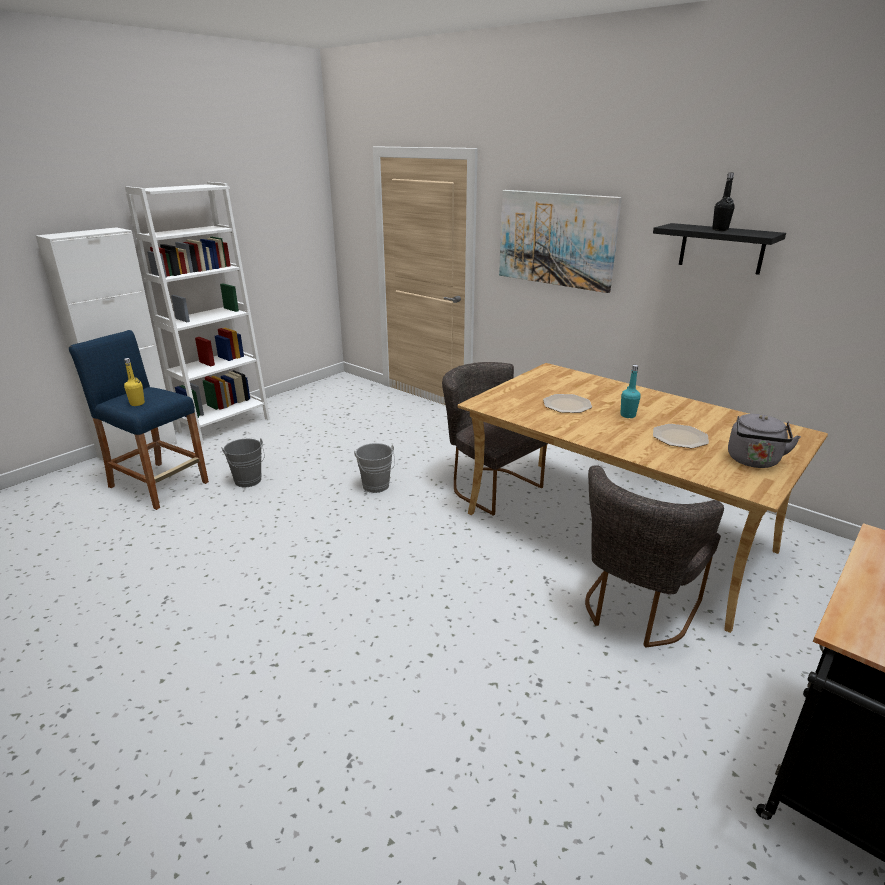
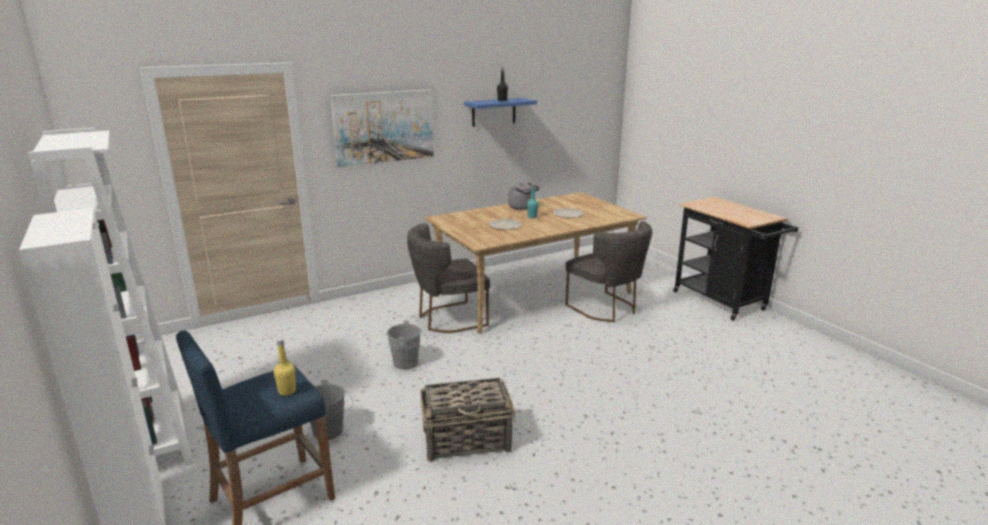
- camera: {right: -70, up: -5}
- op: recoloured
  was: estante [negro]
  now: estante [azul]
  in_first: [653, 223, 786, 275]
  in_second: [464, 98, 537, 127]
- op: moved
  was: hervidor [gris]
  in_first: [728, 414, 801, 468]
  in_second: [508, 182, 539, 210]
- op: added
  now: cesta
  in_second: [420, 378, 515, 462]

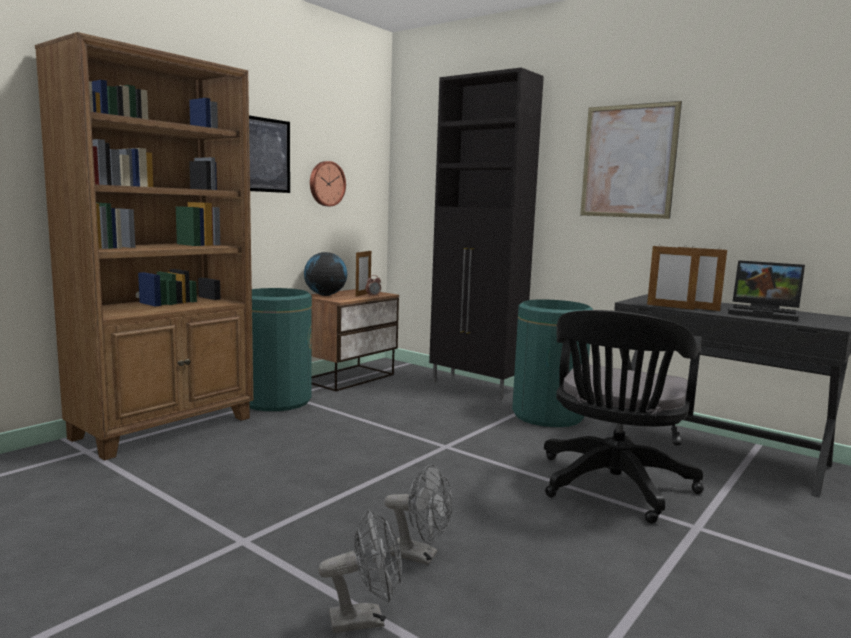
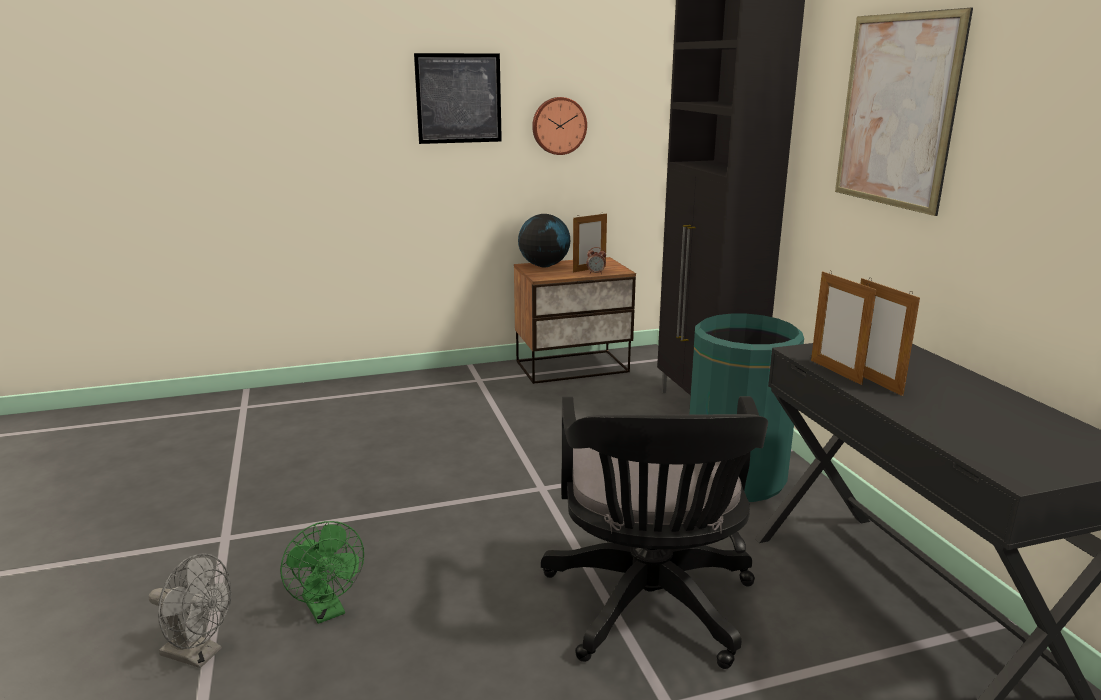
- camera: {right: 35, up: 10}
- op: removed
  was: estantería [marrón]
  in_first: [35, 32, 253, 460]
- op: removed
  was: portátil
  in_first: [728, 260, 805, 321]
- op: removed
  was: papelera [verde]
  in_first: [249, 288, 312, 411]
- op: turned
  was: silla de oficina [negro]
  in_first: [544, 310, 704, 524]
  in_second: [541, 396, 768, 669]
  clockwise: -60
- op: recoloured
  was: ventilador [gris]
  now: ventilador [verde]
  in_first: [384, 464, 452, 565]
  in_second: [280, 521, 364, 624]

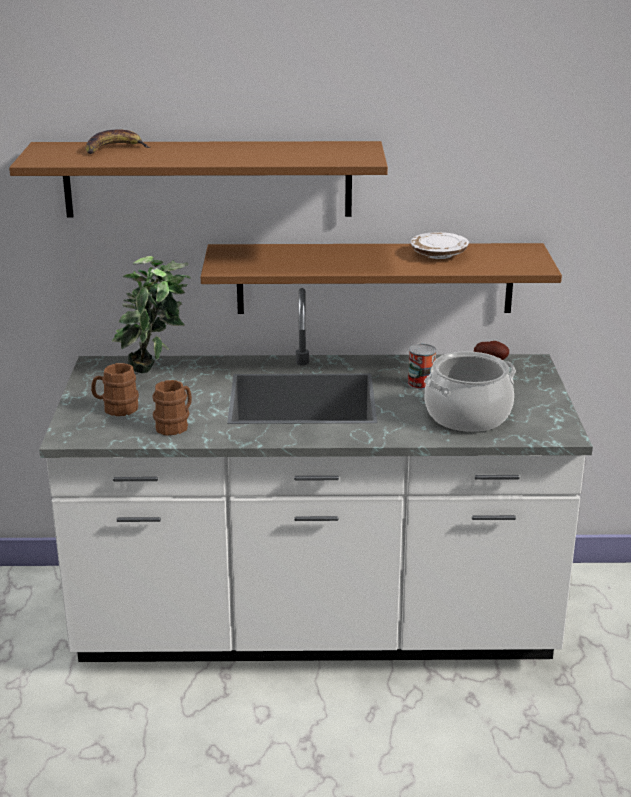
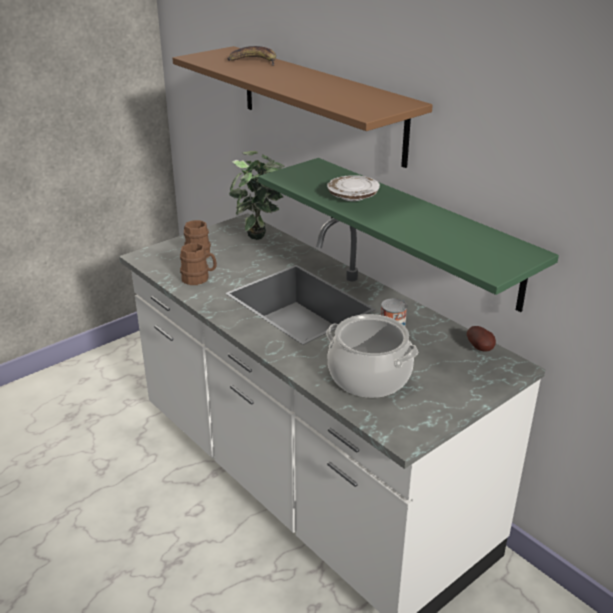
- camera: {right: 50, up: 5}
- op: moved
  was: plato [blanco]
  in_first: [411, 232, 469, 259]
  in_second: [327, 175, 380, 201]
- op: recoloured
  was: estante [marrón]
  now: estante [verde]
  in_first: [201, 243, 562, 314]
  in_second: [258, 158, 559, 312]

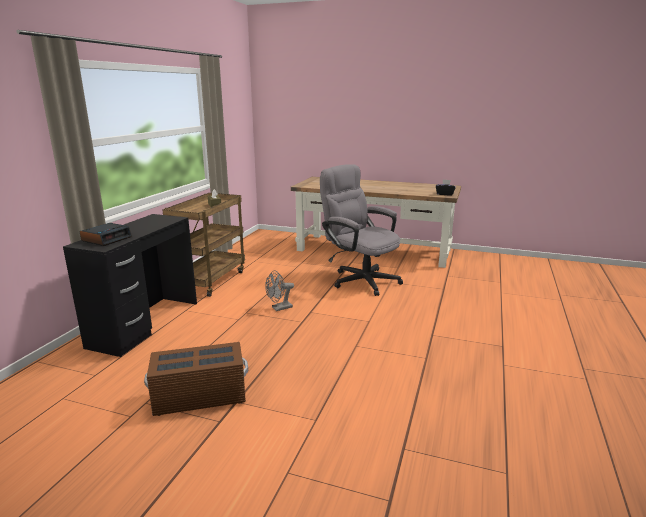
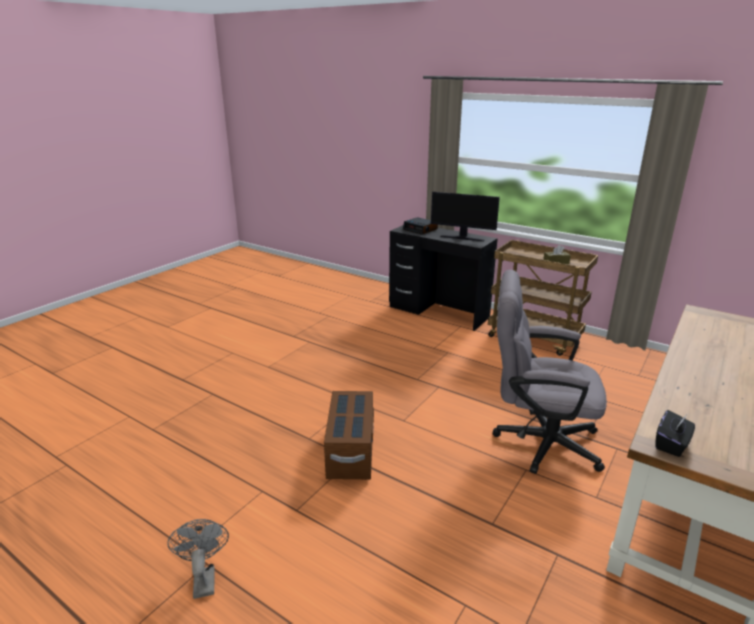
- camera: {right: 105, up: 5}
- op: turned
  was: silla de oficina [gris]
  in_first: [320, 164, 403, 296]
  in_second: [493, 270, 607, 474]
  clockwise: -135
- op: moved
  was: ventilador [gris]
  in_first: [265, 270, 294, 311]
  in_second: [167, 519, 229, 599]
- op: moved
  was: caja de almacenaje [marrón]
  in_first: [144, 342, 248, 416]
  in_second: [324, 391, 374, 480]
- op: added
  now: monitor
  in_second: [431, 192, 500, 241]

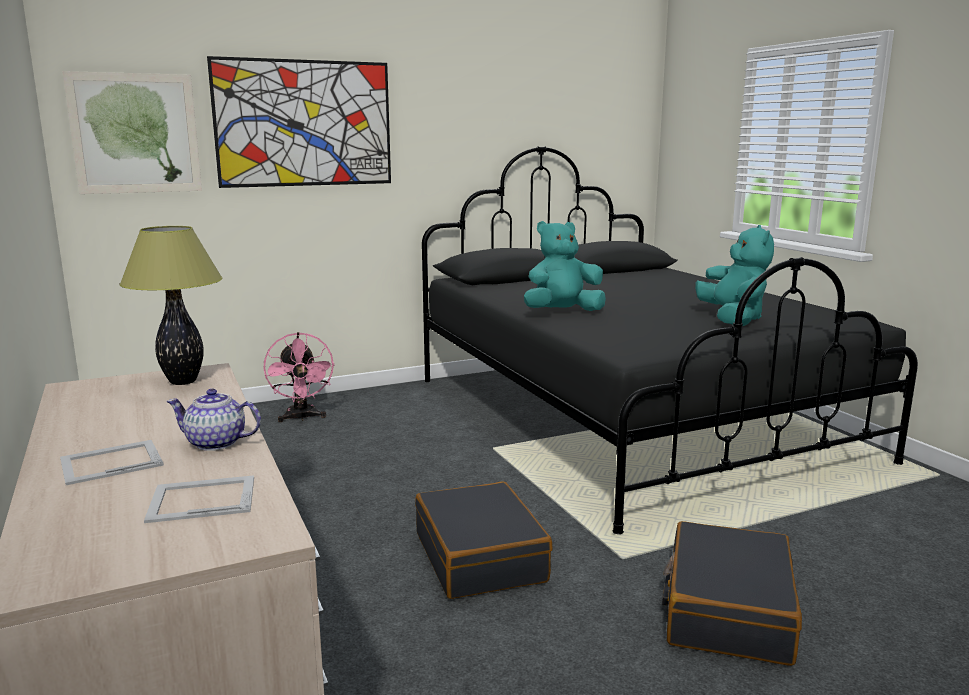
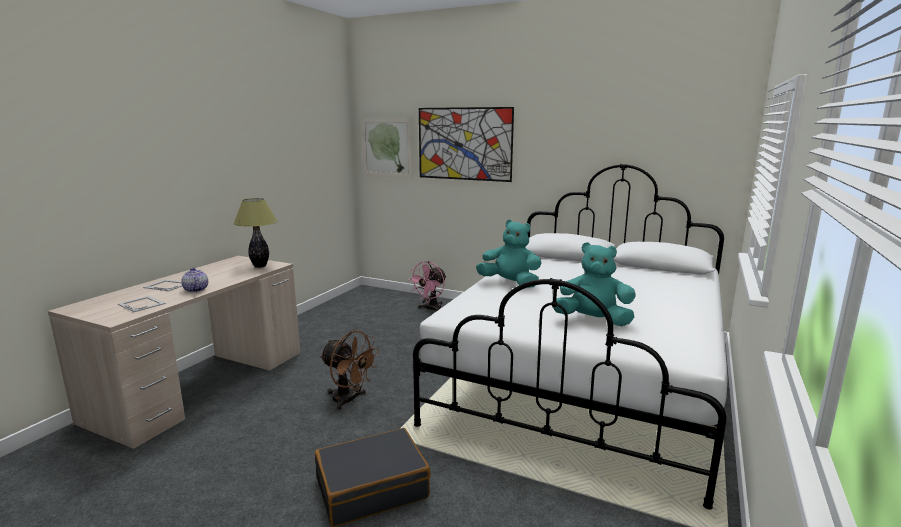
- camera: {right: 50, up: 0}
- op: recoloured
  was: cama [negro]
  now: cama [blanco]
  in_first: [422, 146, 918, 534]
  in_second: [413, 164, 727, 510]
- op: turned
  was: peluche [turquesa]
  in_first: [695, 225, 774, 326]
  in_second: [552, 242, 636, 326]
  clockwise: -120
- op: replaced
  was: maleta [negro]
  now: ventilador [marrón]
  in_first: [415, 482, 553, 599]
  in_second: [320, 331, 379, 410]

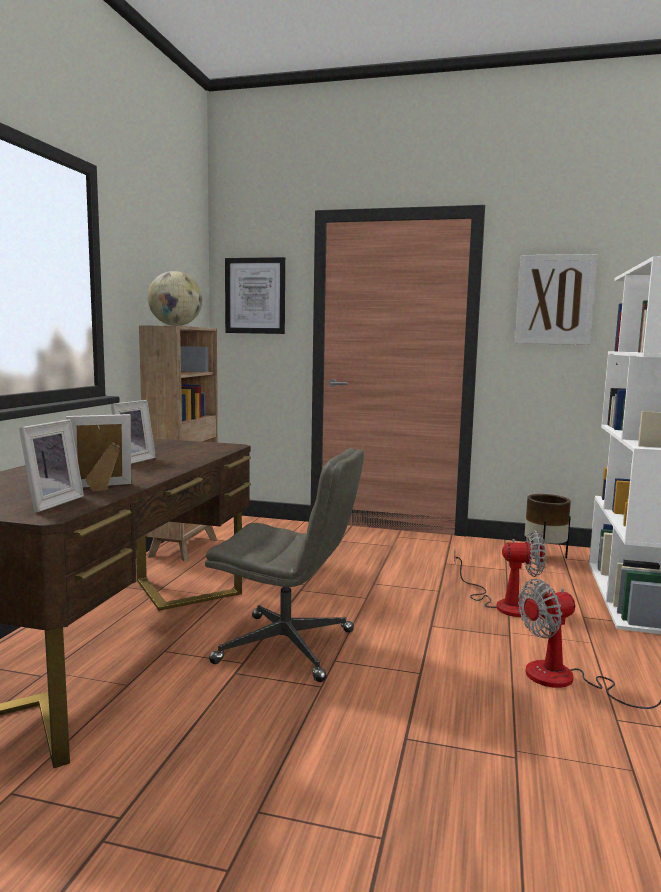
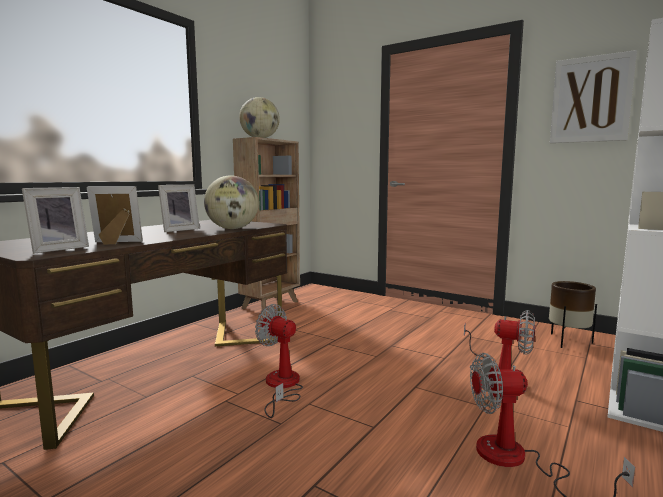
- camera: {right: 20, up: 0}
- op: removed
  was: cuadro
  in_first: [225, 257, 285, 334]
- op: replaced
  was: silla de oficina [gris]
  now: ventilador
  in_first: [205, 448, 364, 682]
  in_second: [255, 304, 303, 418]
- op: added
  now: globo terráqueo
  in_second: [204, 175, 259, 229]

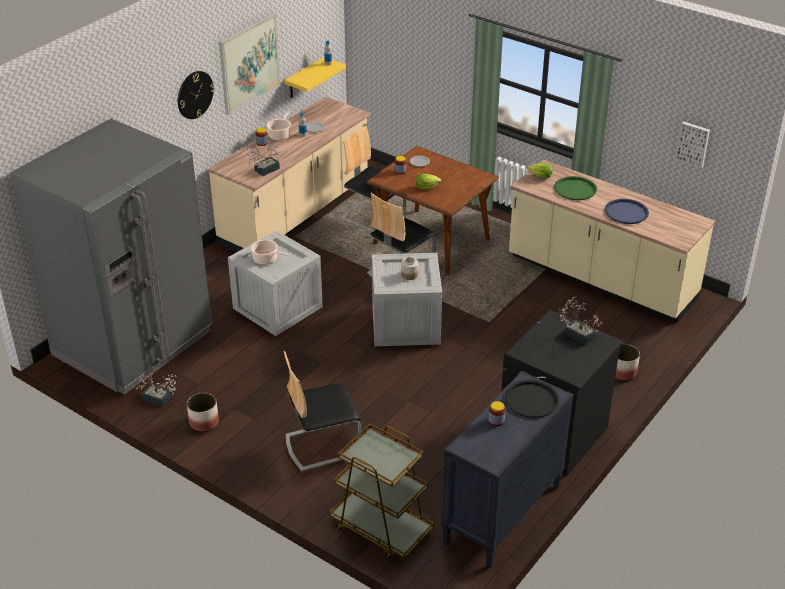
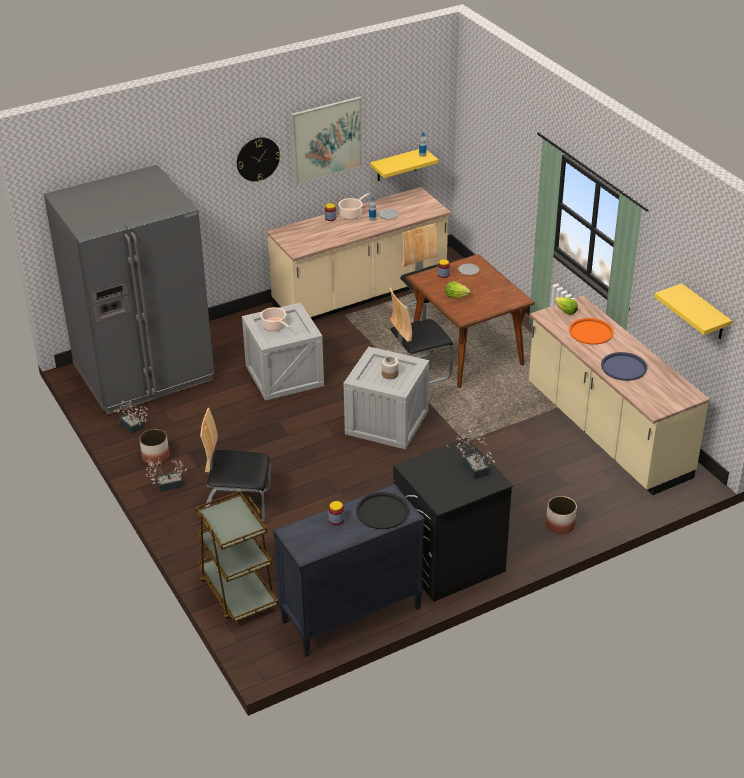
- camera: {right: 25, up: 0}
- op: replaced
  was: cuadro
  now: estante [amarillo]
  in_first: [676, 122, 710, 168]
  in_second: [654, 284, 732, 339]
- op: moved
  was: planta en maceta
  in_first: [247, 144, 280, 176]
  in_second: [146, 458, 187, 492]
- op: recoloured
  was: bandeja [verde]
  now: bandeja [naranja]
  in_first: [554, 176, 597, 200]
  in_second: [569, 318, 614, 345]

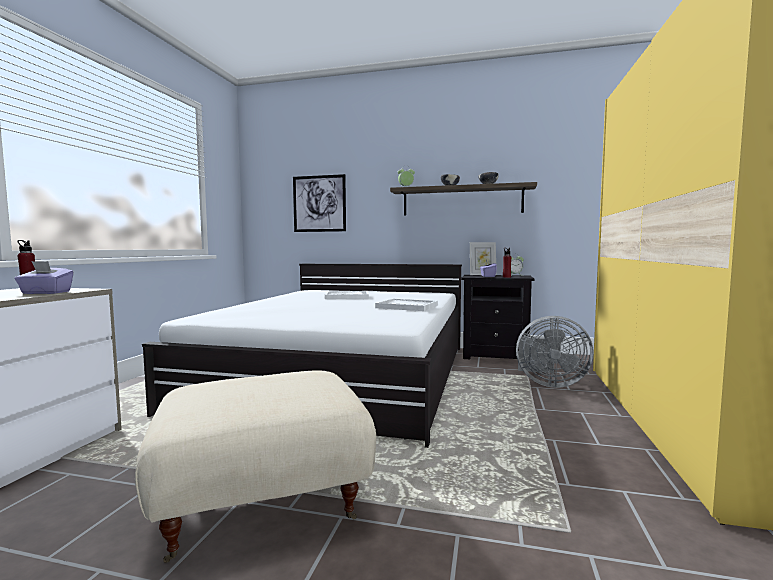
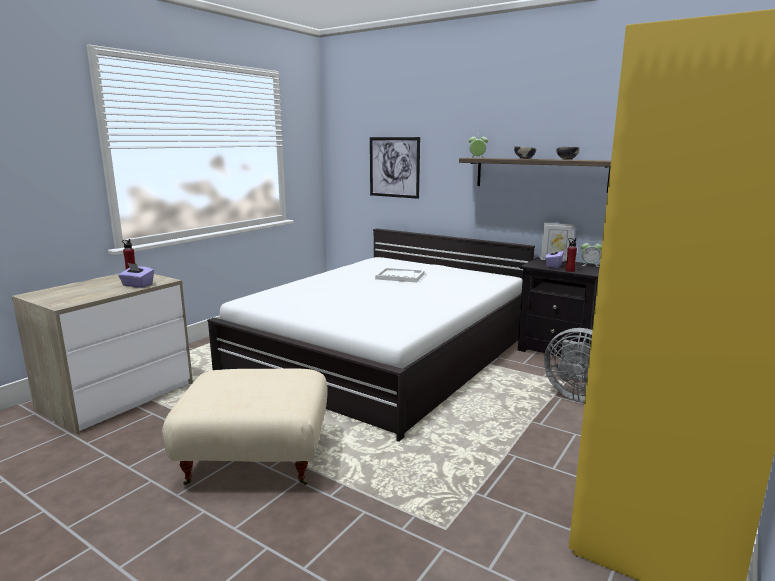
- camera: {right: 20, up: 10}
- op: removed
  was: bandeja [blanco]
  in_first: [375, 298, 438, 311]

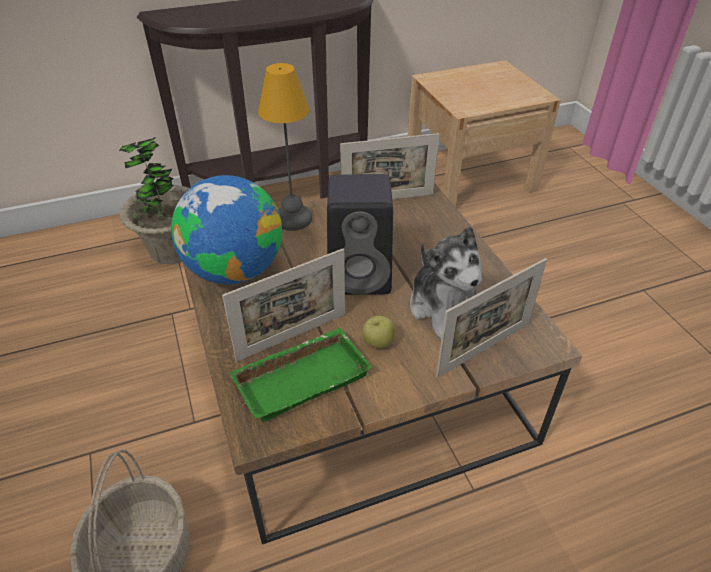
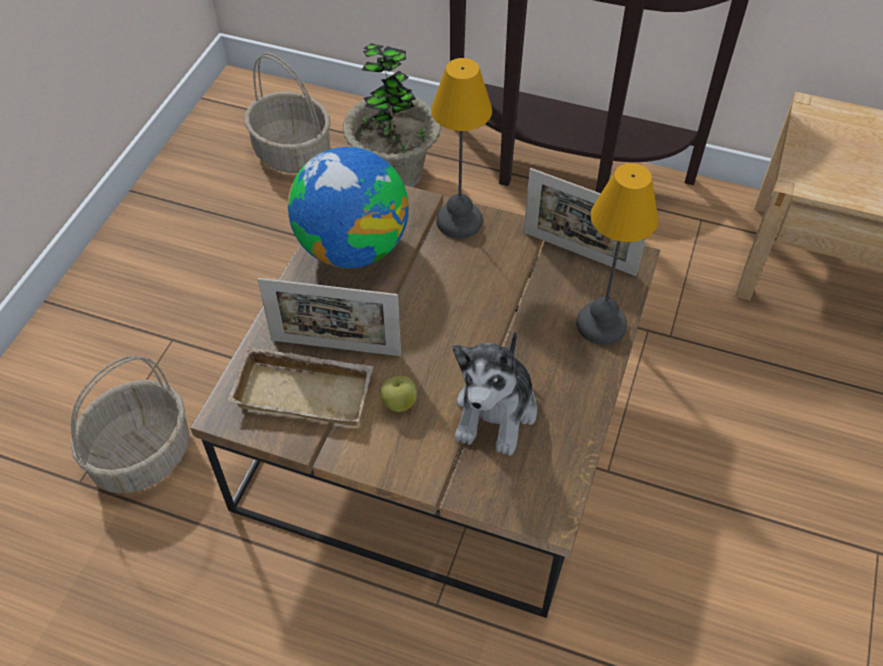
- camera: {right: 40, up: 10}
- op: removed
  was: altavoz [negro]
  in_first: [327, 174, 393, 295]
- op: removed
  was: portarretratos
  in_first: [436, 258, 547, 378]
- op: recoloured
  was: bandeja [verde]
  now: bandeja [beis]
  in_first: [229, 328, 372, 422]
  in_second: [228, 347, 374, 426]
- op: added
  now: cesta
  in_second: [245, 53, 331, 173]
- op: added
  now: lámpara de mesa
  in_second: [576, 163, 658, 345]

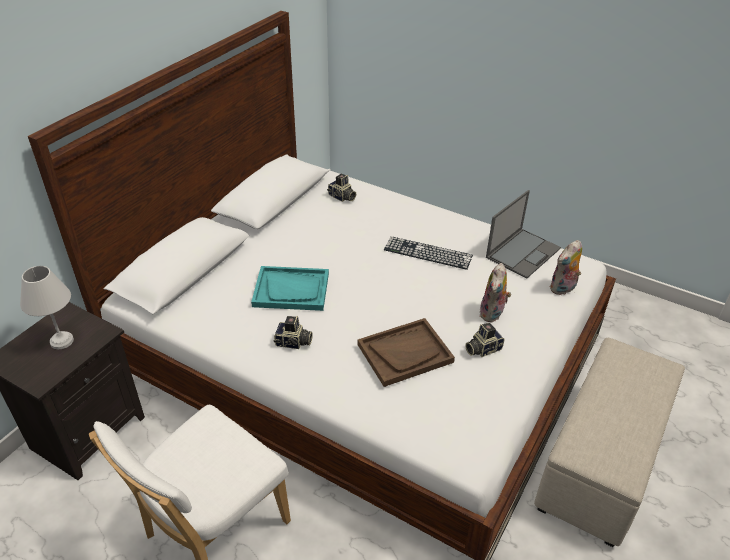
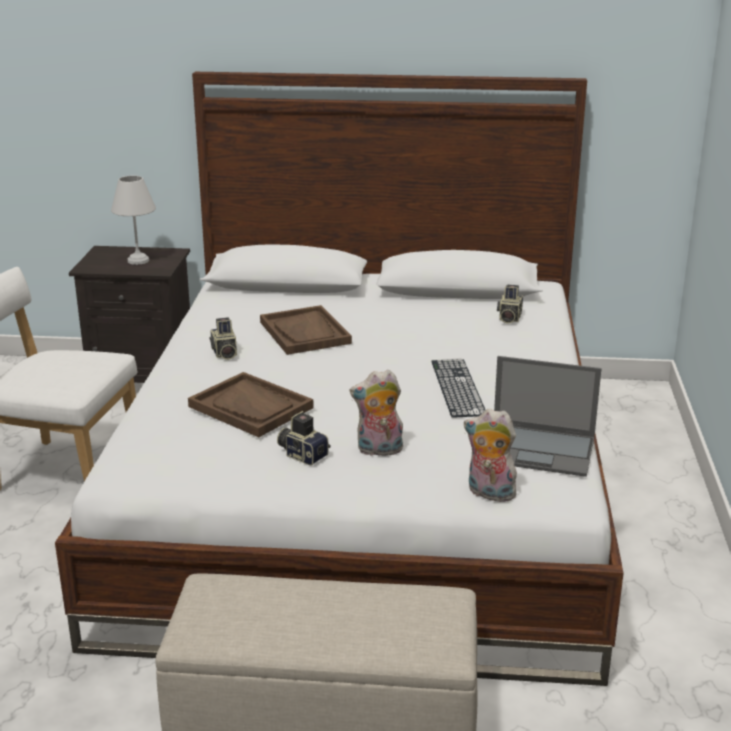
- camera: {right: 65, up: -15}
- op: recoloured
  was: bandeja [turquesa]
  now: bandeja [marrón]
  in_first: [251, 266, 329, 311]
  in_second: [260, 305, 352, 355]

